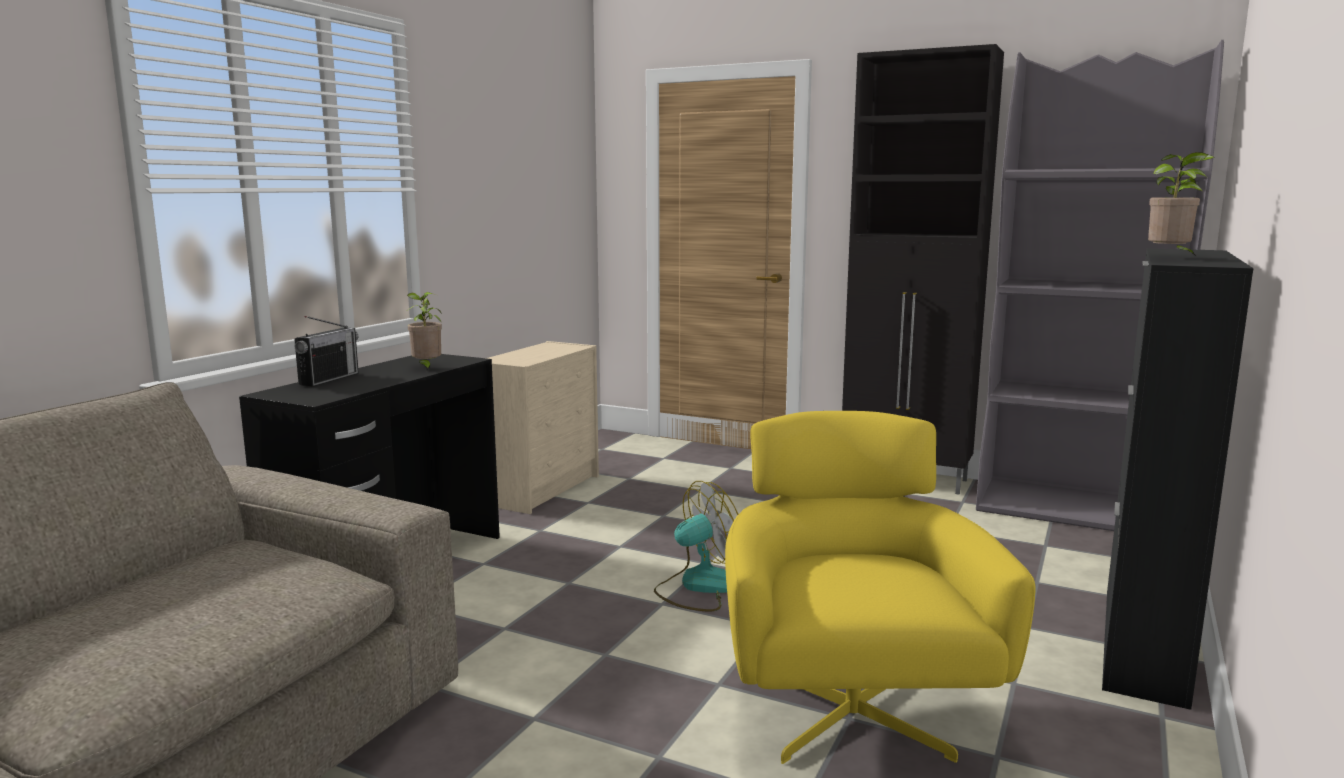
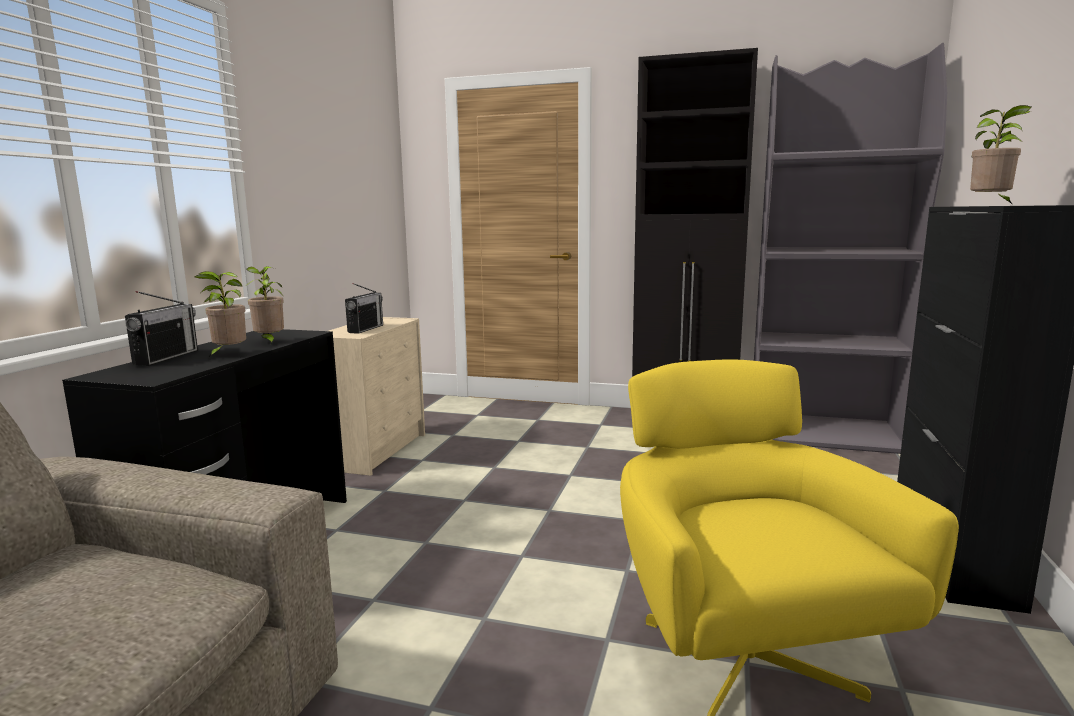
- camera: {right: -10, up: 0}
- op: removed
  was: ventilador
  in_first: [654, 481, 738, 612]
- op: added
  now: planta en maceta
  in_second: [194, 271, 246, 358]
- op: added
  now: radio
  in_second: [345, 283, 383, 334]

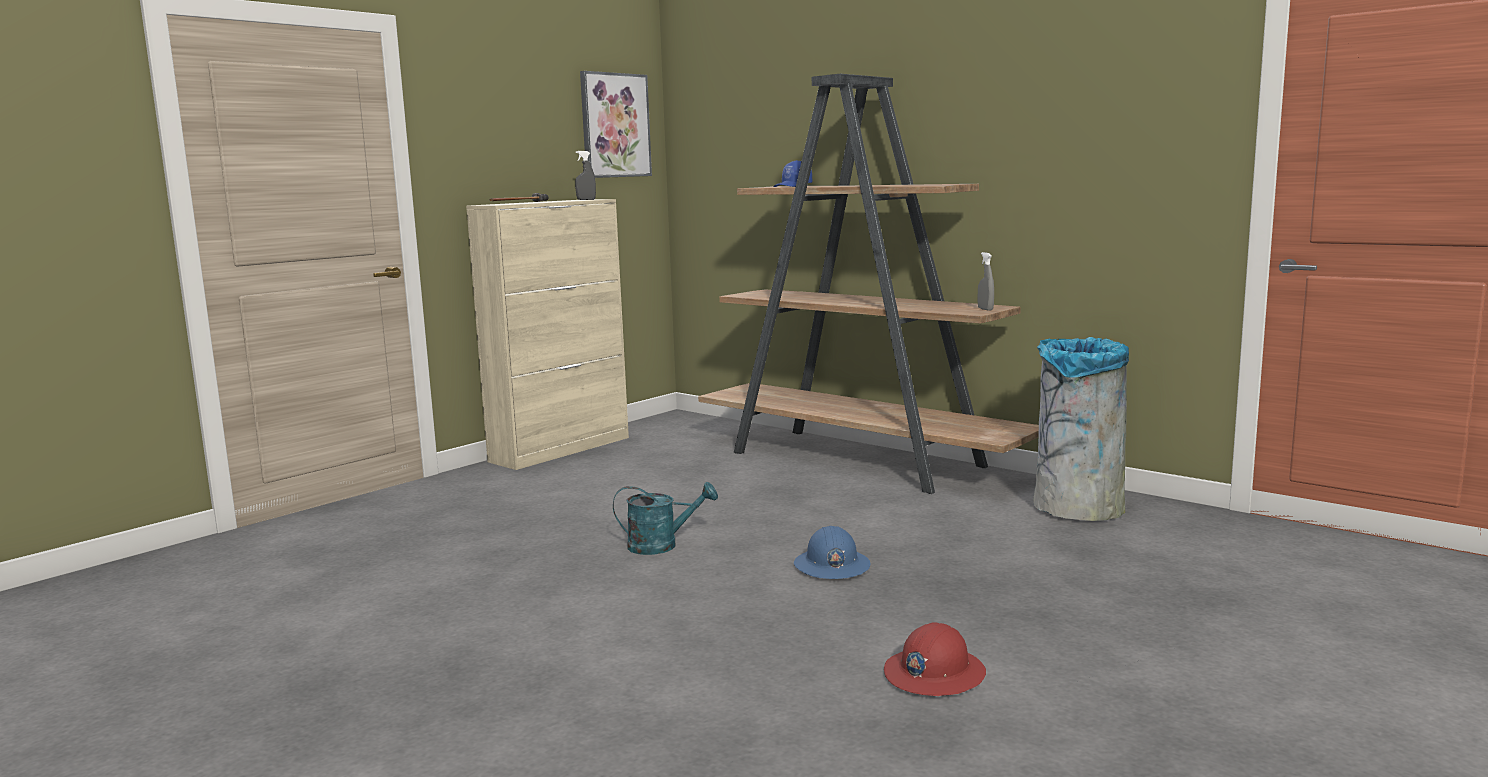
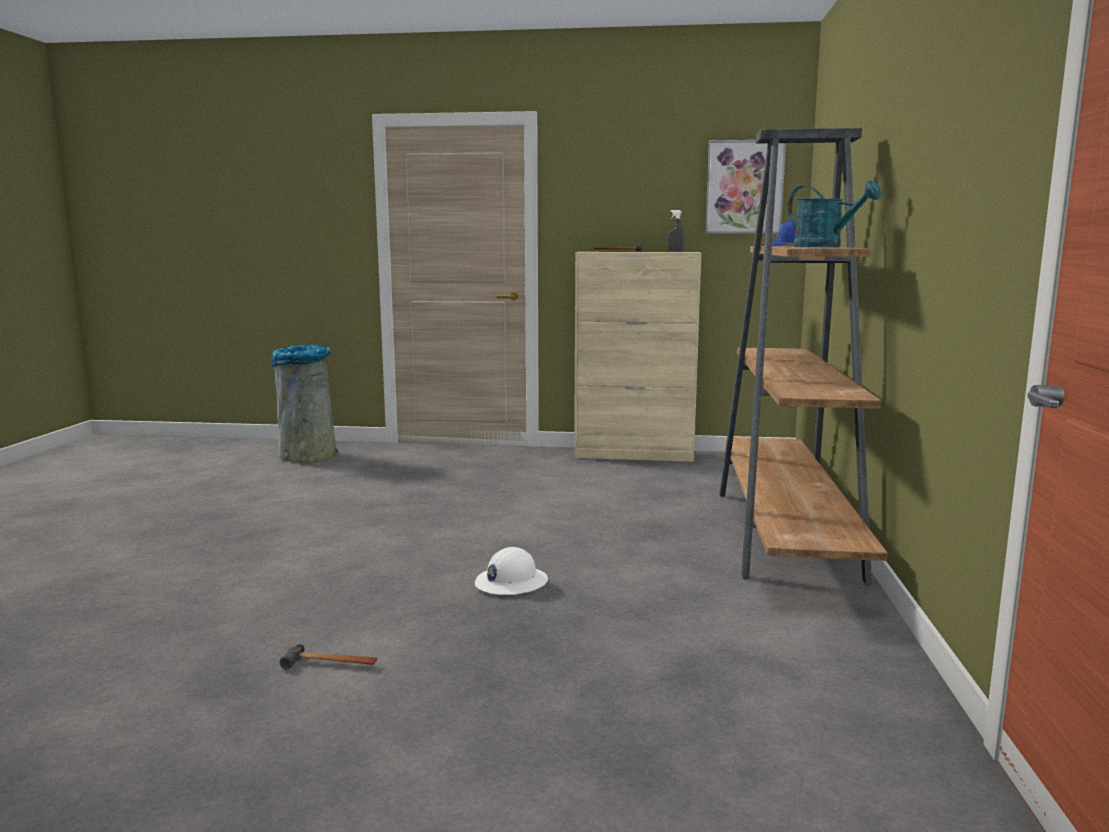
- camera: {right: 55, up: 0}
- op: removed
  was: pulverizador [gris]
  in_first: [978, 252, 994, 311]
- op: moved
  was: papelera [gris]
  in_first: [1033, 337, 1129, 521]
  in_second: [271, 344, 338, 463]
- op: moved
  was: regadera [turquesa]
  in_first: [613, 482, 718, 555]
  in_second: [788, 181, 882, 247]
- op: recoloured
  was: casco [azul]
  now: casco [blanco]
  in_first: [794, 526, 871, 579]
  in_second: [475, 547, 548, 595]
- op: replaced
  was: casco [rojo]
  now: martillo
  in_first: [884, 622, 986, 696]
  in_second: [280, 644, 377, 669]

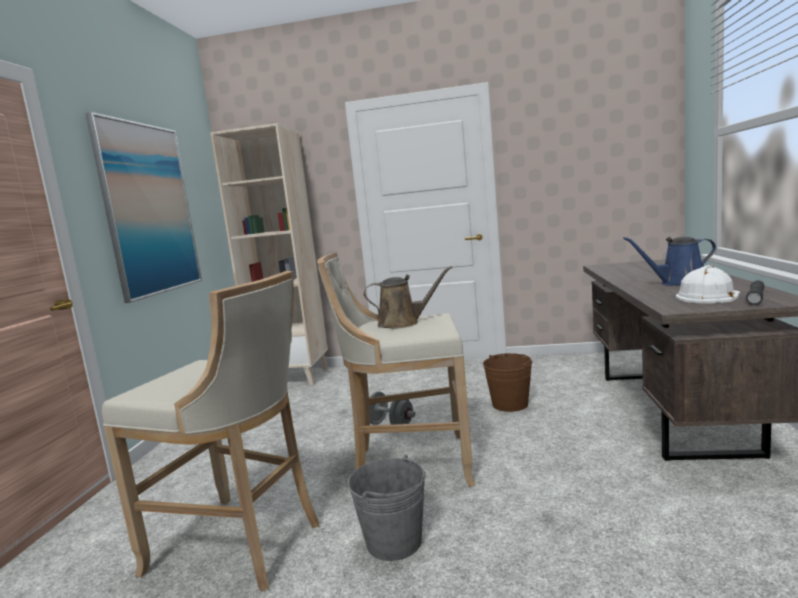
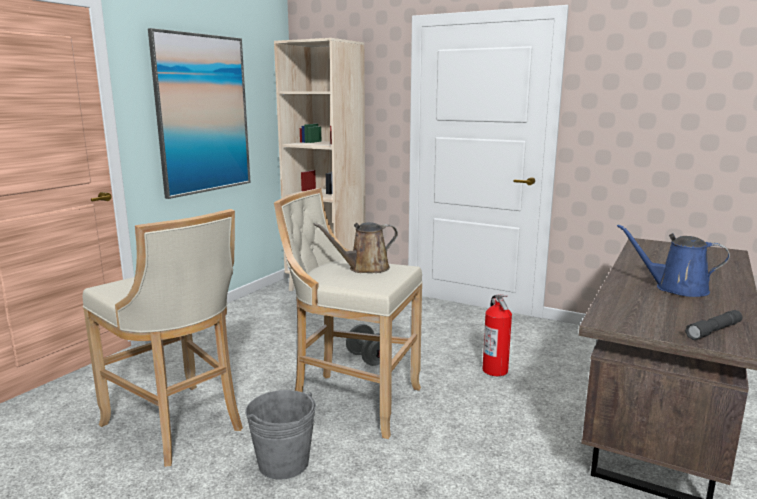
- camera: {right: 20, up: 5}
- op: removed
  was: casco [blanco]
  in_first: [676, 265, 740, 303]
- op: turned
  was: regadera [marrón]
  in_first: [364, 266, 452, 328]
  in_second: [313, 222, 398, 273]
  clockwise: 135
- op: replaced
  was: cubo [marrón]
  now: extintor
  in_first: [483, 353, 532, 412]
  in_second: [483, 294, 512, 376]

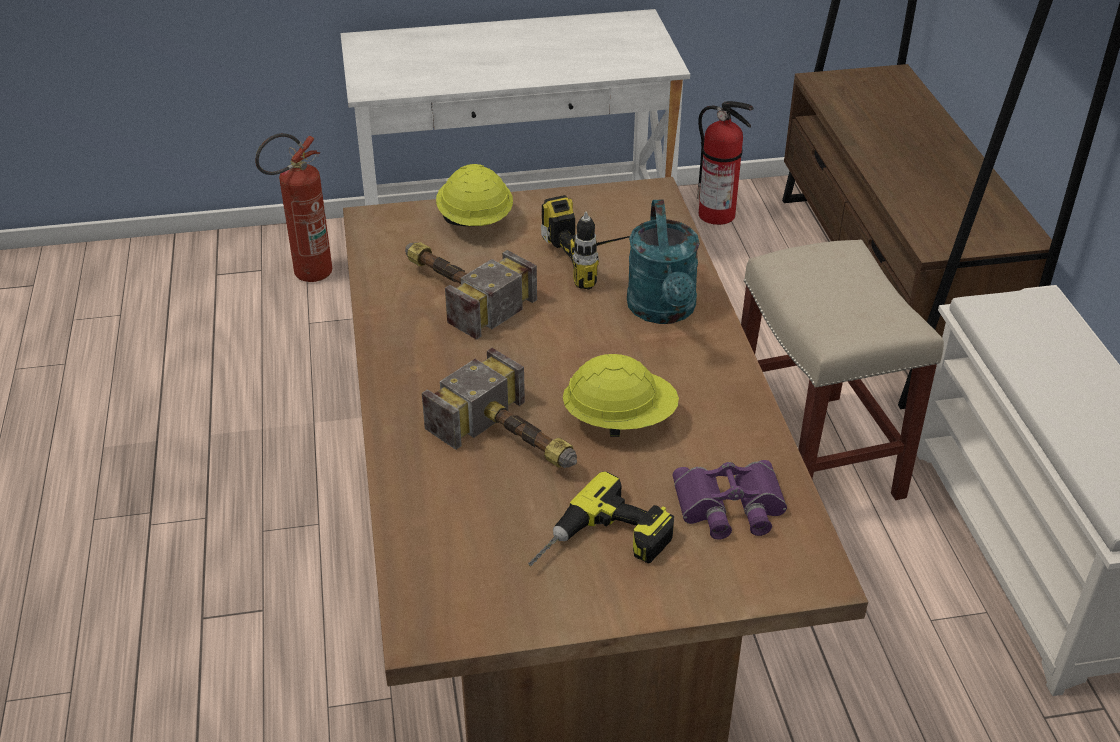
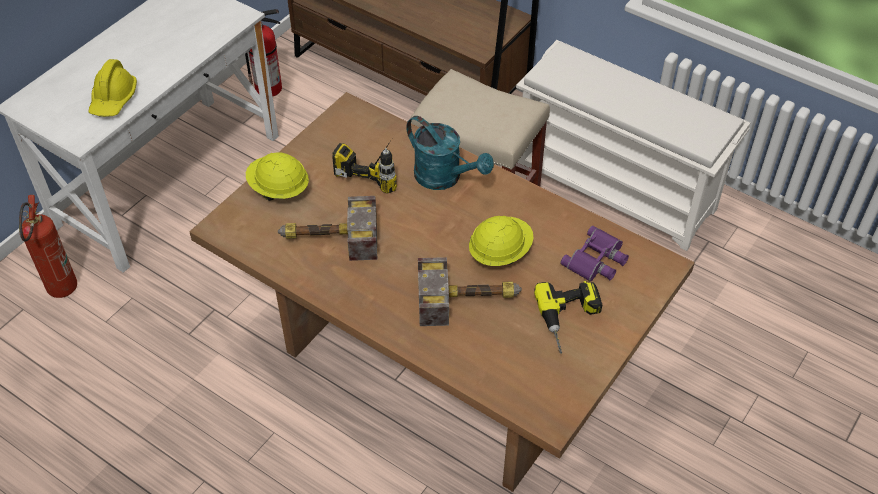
- camera: {right: -45, up: 10}
- op: added
  now: casco [amarillo]
  in_second: [88, 59, 137, 117]

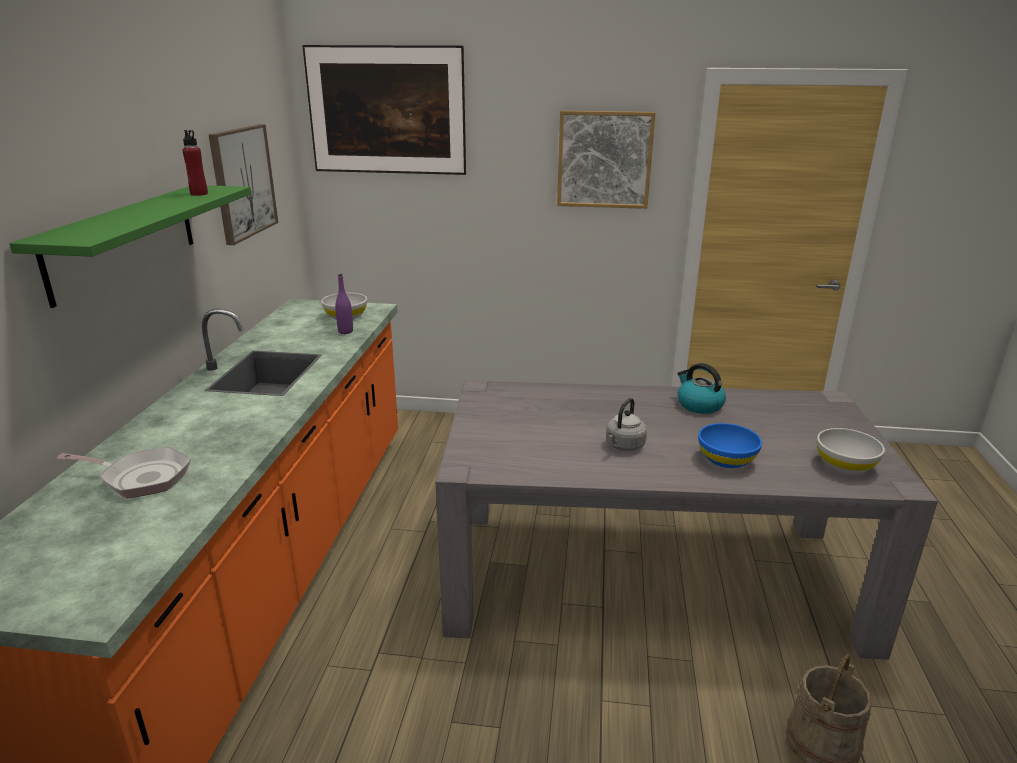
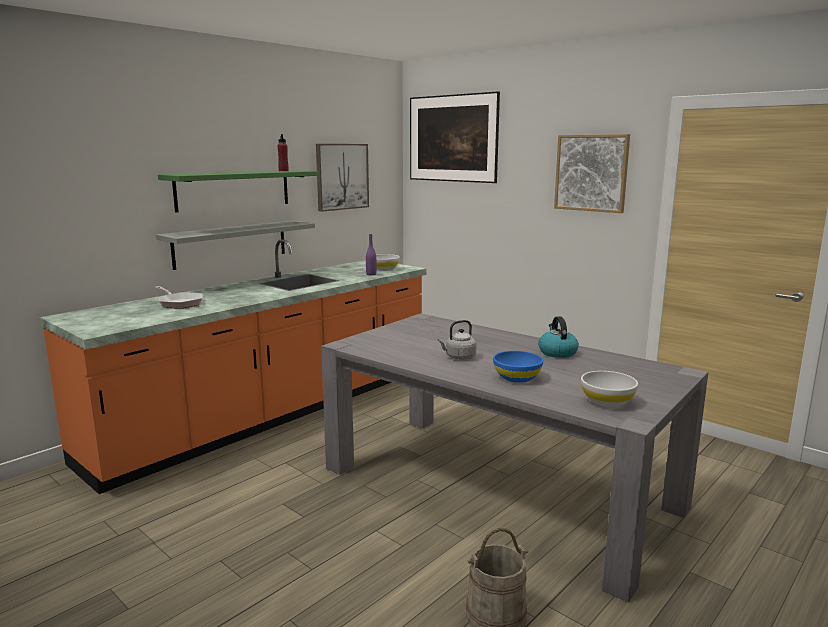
- camera: {right: 35, up: -10}
- op: added
  now: estante [gris]
  in_second: [156, 221, 315, 270]

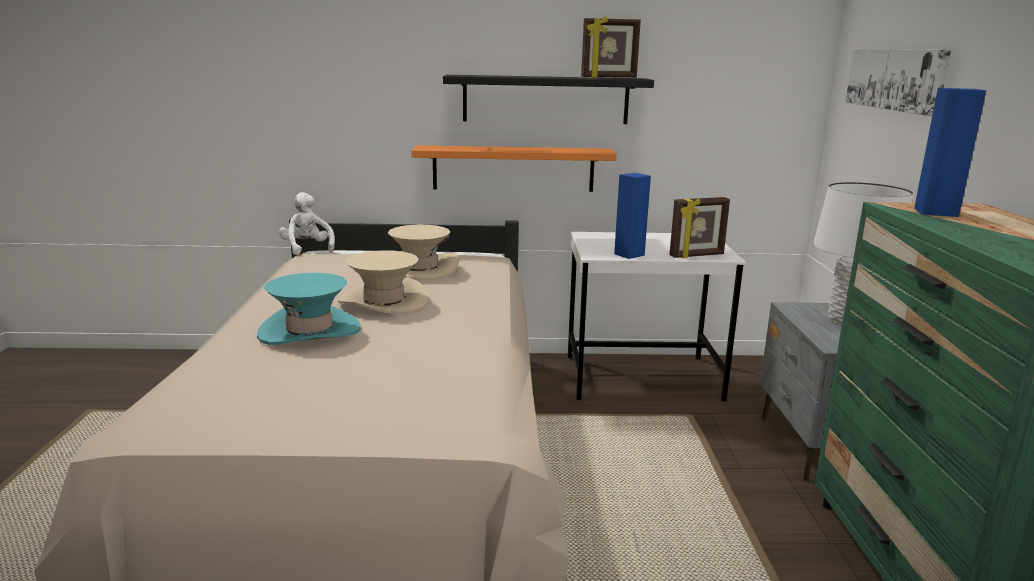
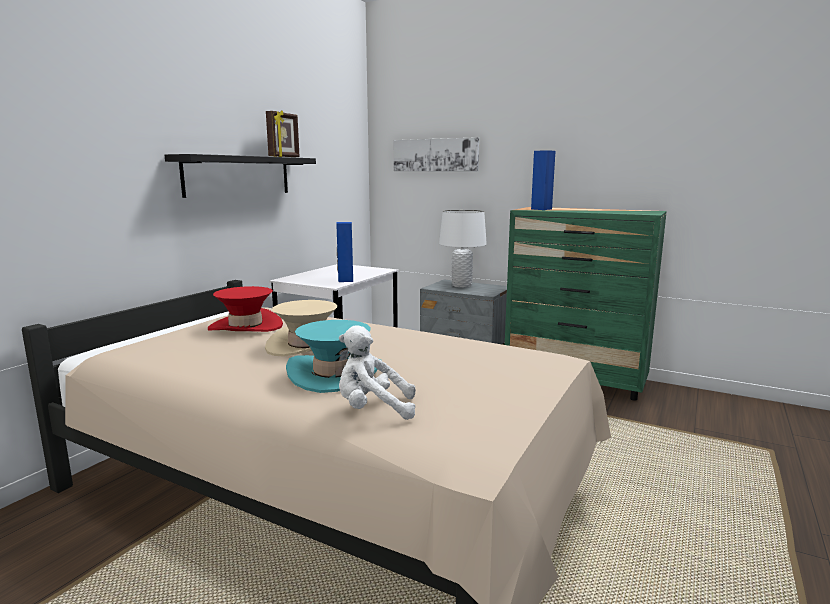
- camera: {right: -60, up: -5}
- op: removed
  was: estante [naranja]
  in_first: [412, 145, 617, 192]
- op: moved
  was: peluche [blanco]
  in_first: [279, 192, 335, 255]
  in_second: [339, 326, 416, 420]
- op: removed
  was: portarretratos
  in_first: [669, 197, 730, 258]
- op: recoloured
  was: sombrero [beis]
  now: sombrero [rojo]
  in_first: [388, 225, 459, 280]
  in_second: [208, 286, 283, 332]

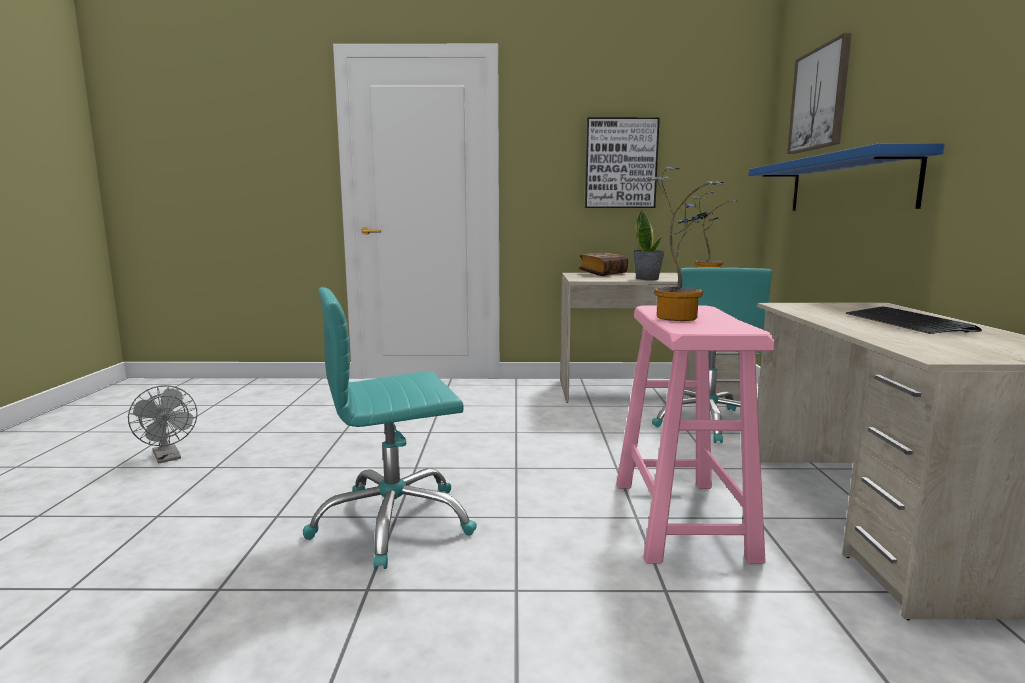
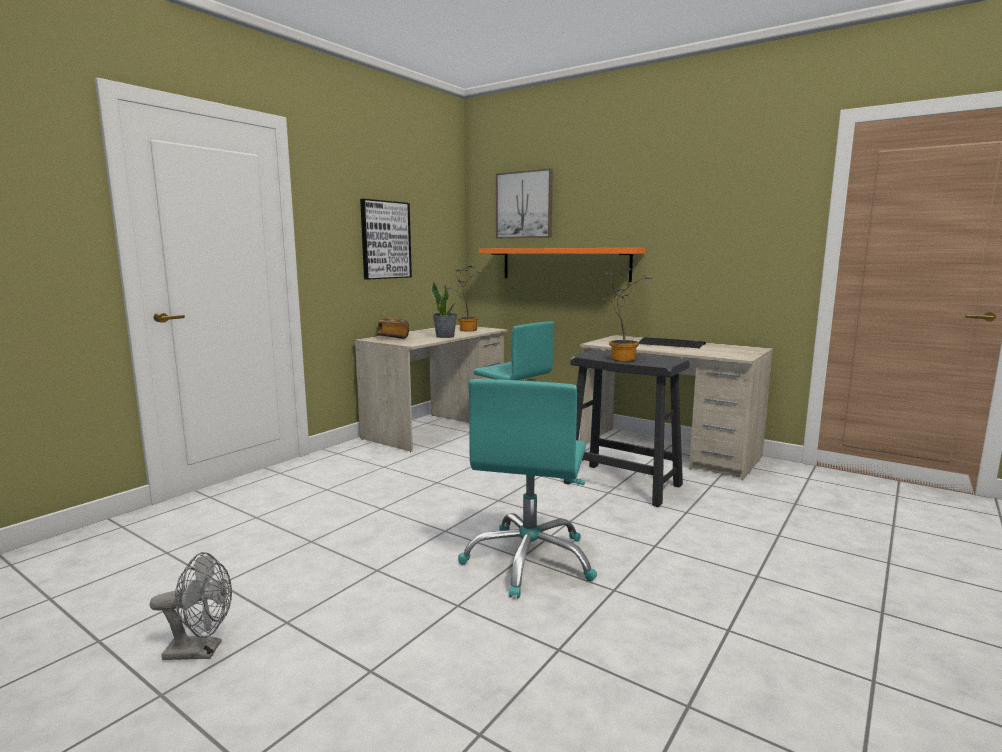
- camera: {right: -55, up: 0}
- op: recoloured
  was: estante [azul]
  now: estante [naranja]
  in_first: [748, 143, 945, 211]
  in_second: [479, 248, 645, 282]
- op: recoloured
  was: taburete [rosa]
  now: taburete [negro]
  in_first: [616, 306, 775, 564]
  in_second: [564, 350, 690, 507]

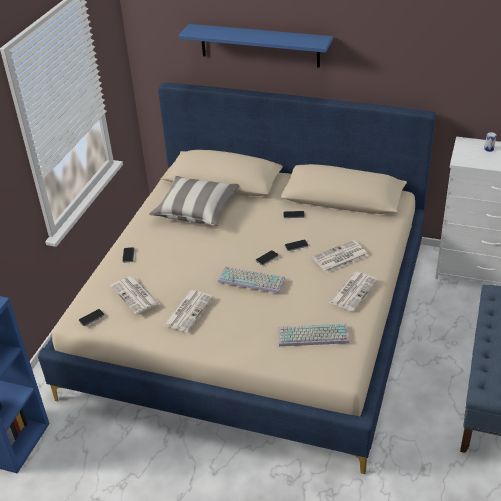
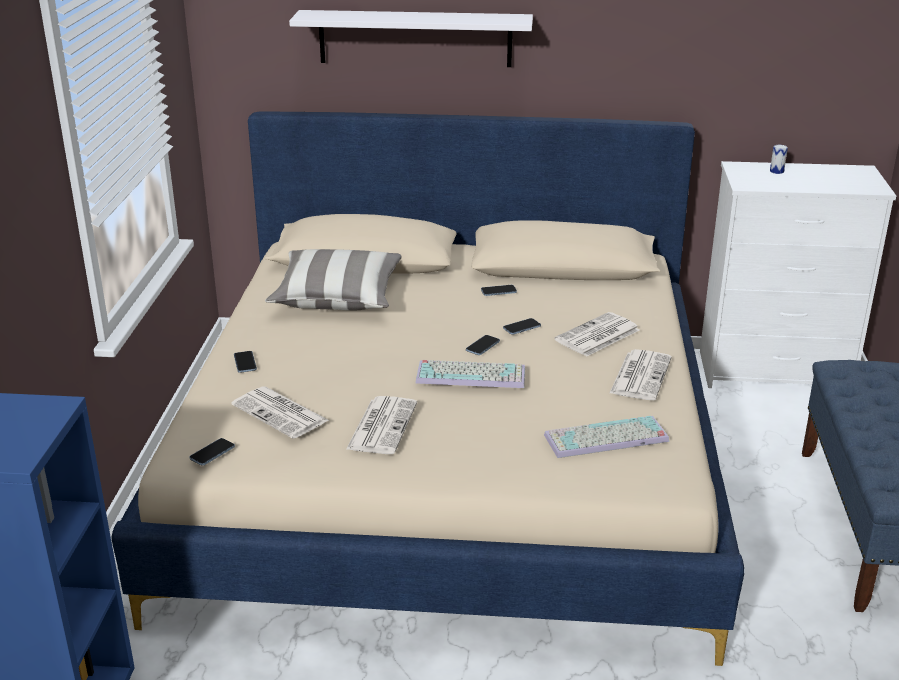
- camera: {right: -15, up: -10}
- op: recoloured
  was: estante [azul]
  now: estante [blanco]
  in_first: [178, 24, 333, 68]
  in_second: [289, 10, 533, 67]

